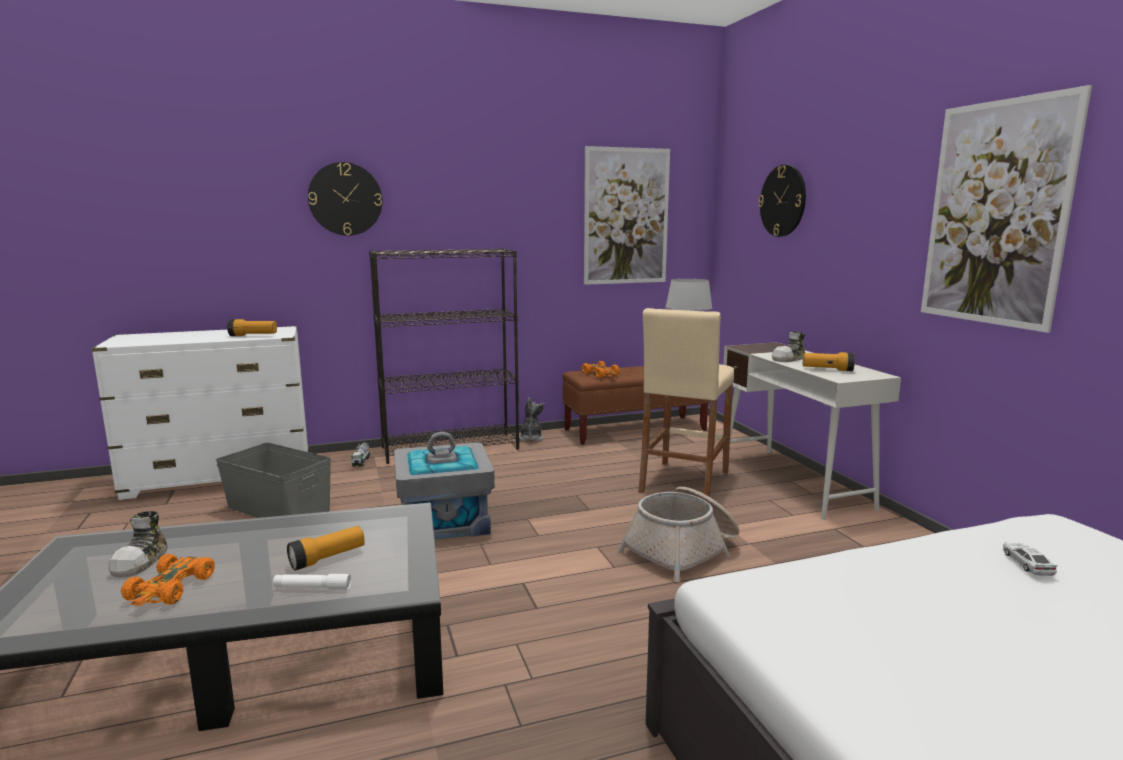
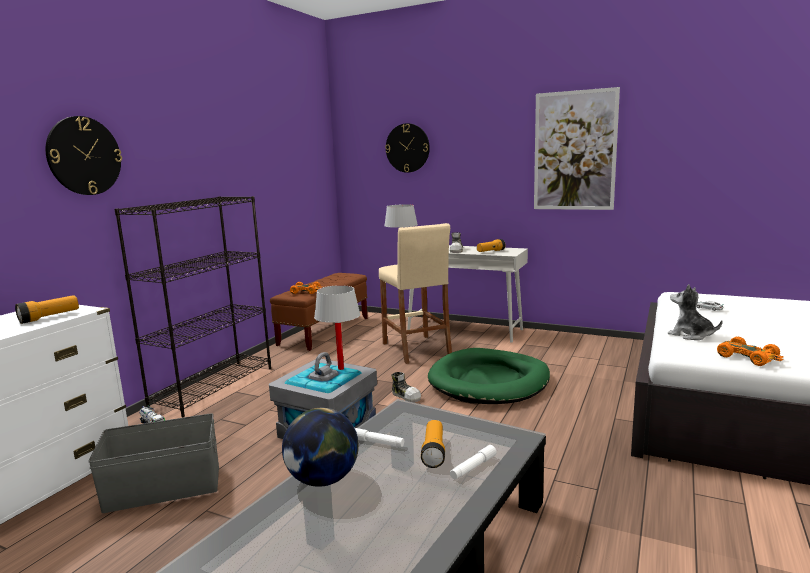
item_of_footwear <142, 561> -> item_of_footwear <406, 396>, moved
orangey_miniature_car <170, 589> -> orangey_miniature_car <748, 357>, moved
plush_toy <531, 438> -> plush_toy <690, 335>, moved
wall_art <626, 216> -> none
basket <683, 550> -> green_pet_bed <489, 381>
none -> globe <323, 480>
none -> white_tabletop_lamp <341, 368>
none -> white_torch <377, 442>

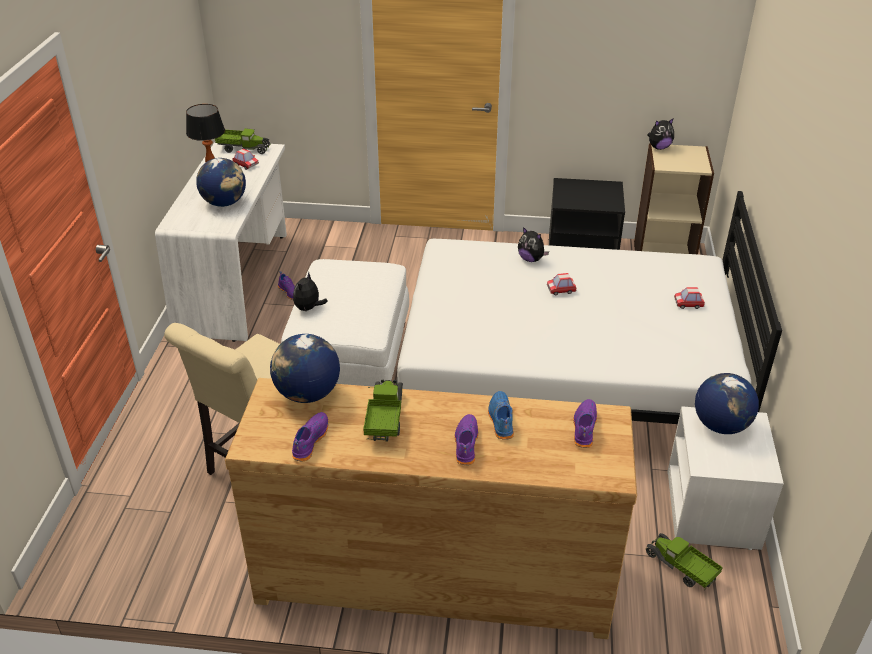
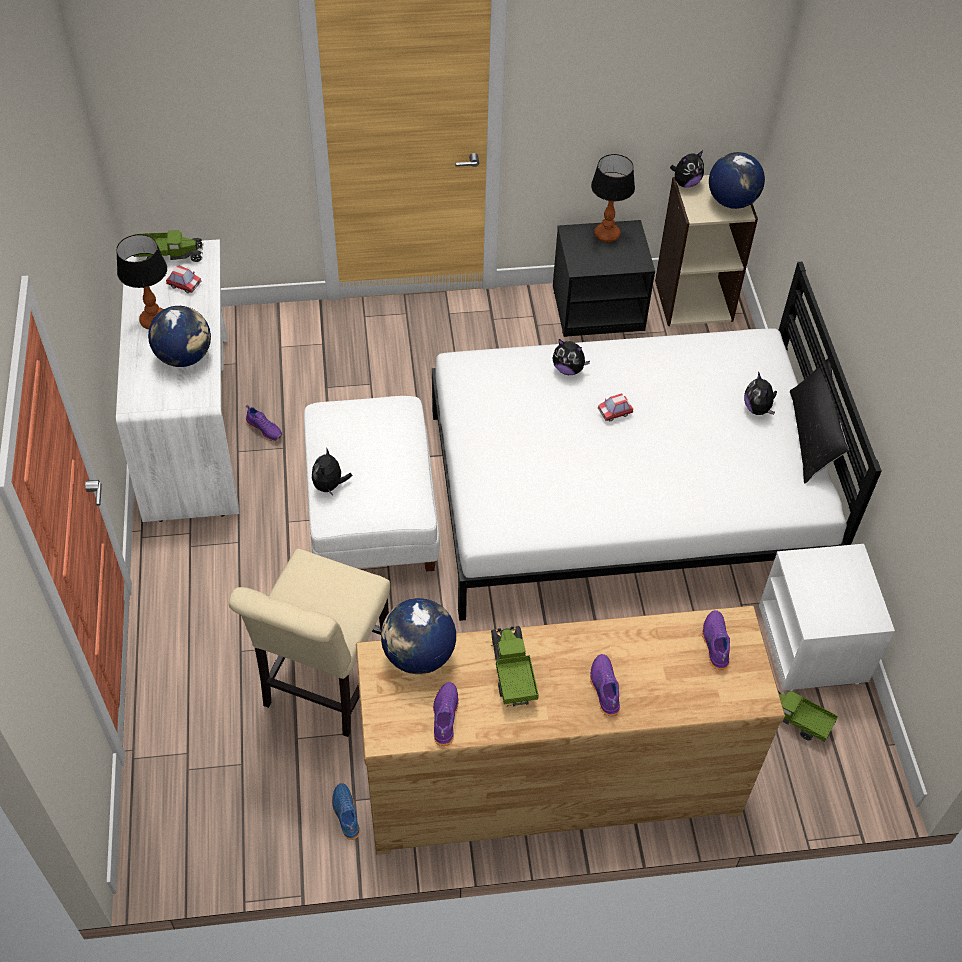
blue_item_of_footwear <500, 420> -> blue_item_of_footwear <345, 814>, moved
miniature_car <688, 304> -> plush_toy <758, 409>
globe <720, 425> -> globe <731, 201>, moved
none -> tabletop_lamp <607, 234>
none -> black_cushion <812, 436>

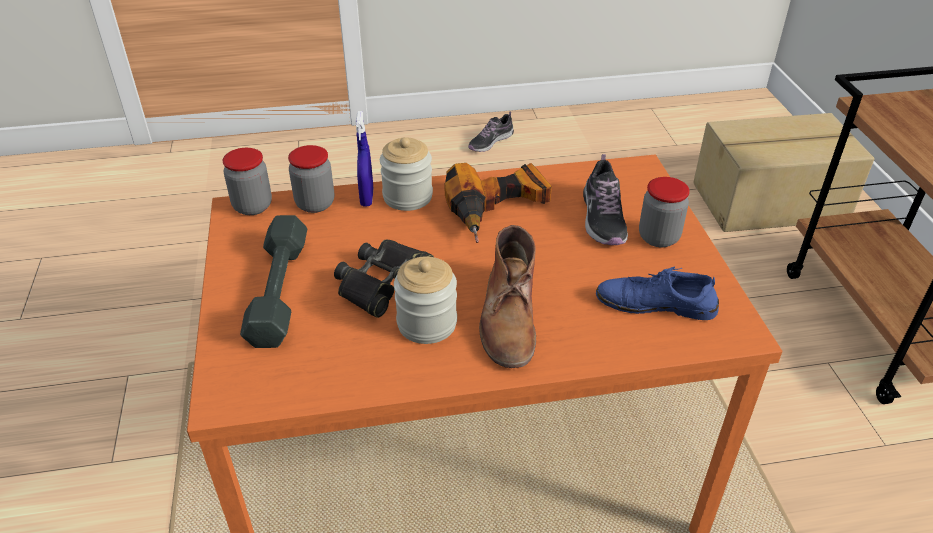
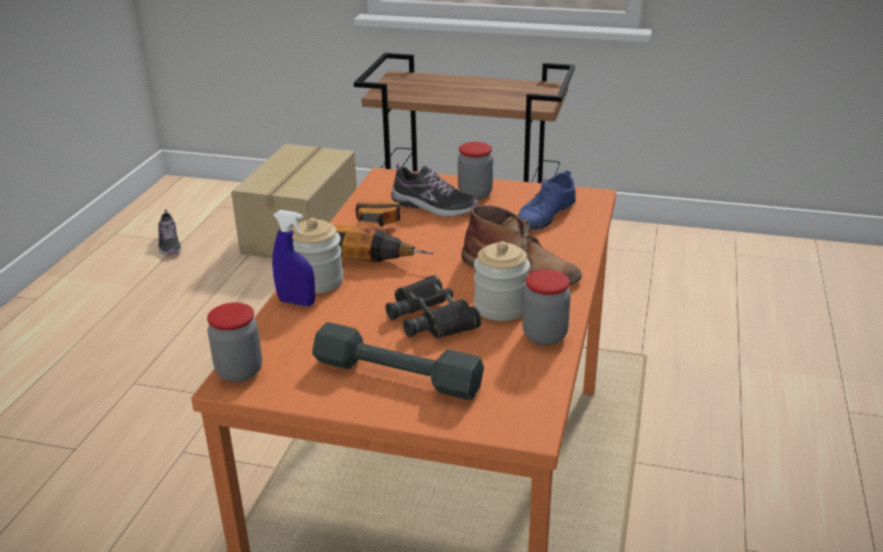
preserve_jar <315, 204> -> preserve_jar <544, 335>, moved
item_of_footwear <490, 142> -> item_of_footwear <169, 244>, moved

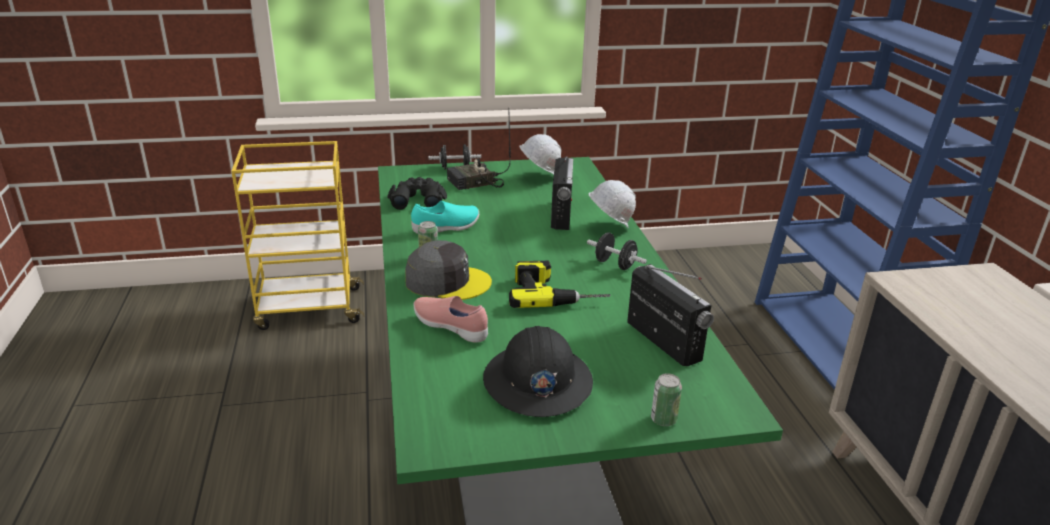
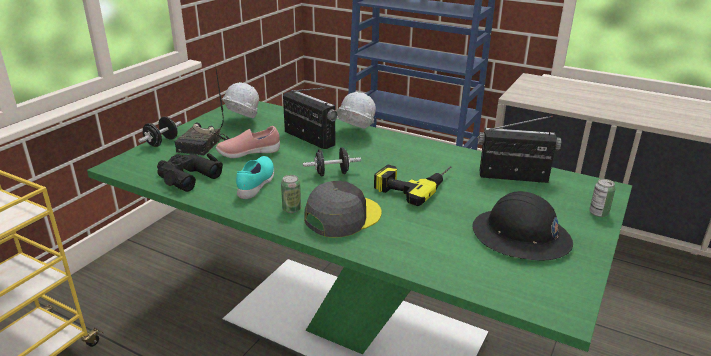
pinkish_item_of_footwear <451, 327> -> pinkish_item_of_footwear <248, 153>, moved
black_free_weight <615, 264> -> black_free_weight <332, 173>, moved

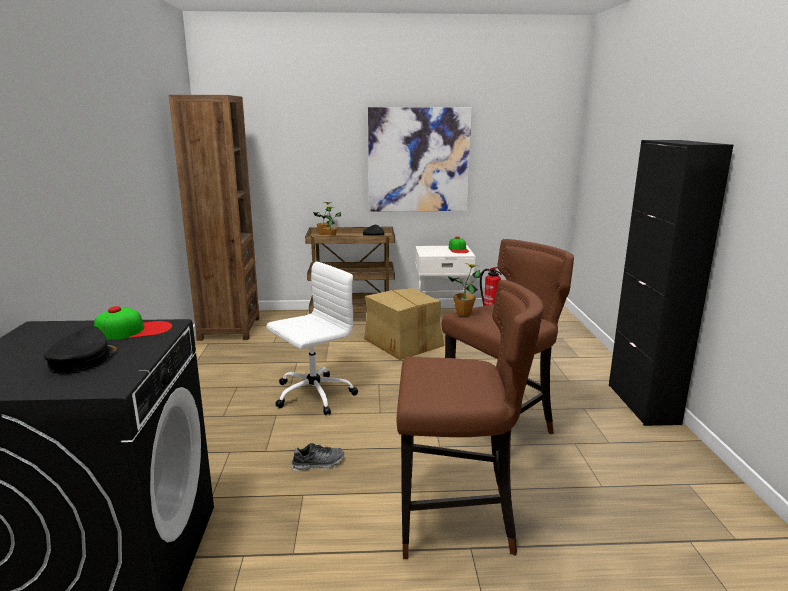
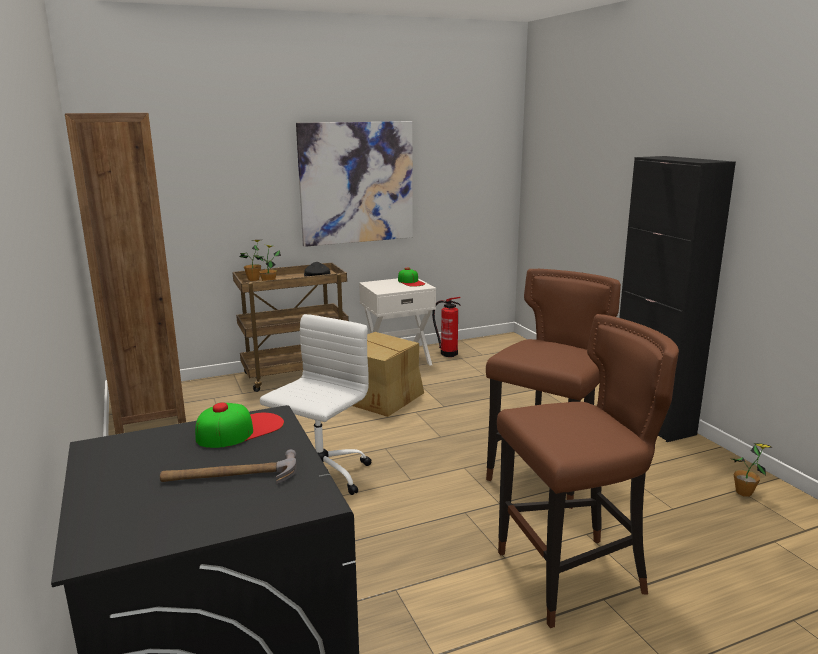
black_cap <83, 359> -> tool_hammer <229, 476>
item_of_footwear <318, 464> -> none
potted_plant <463, 313> -> potted_plant <744, 492>, moved

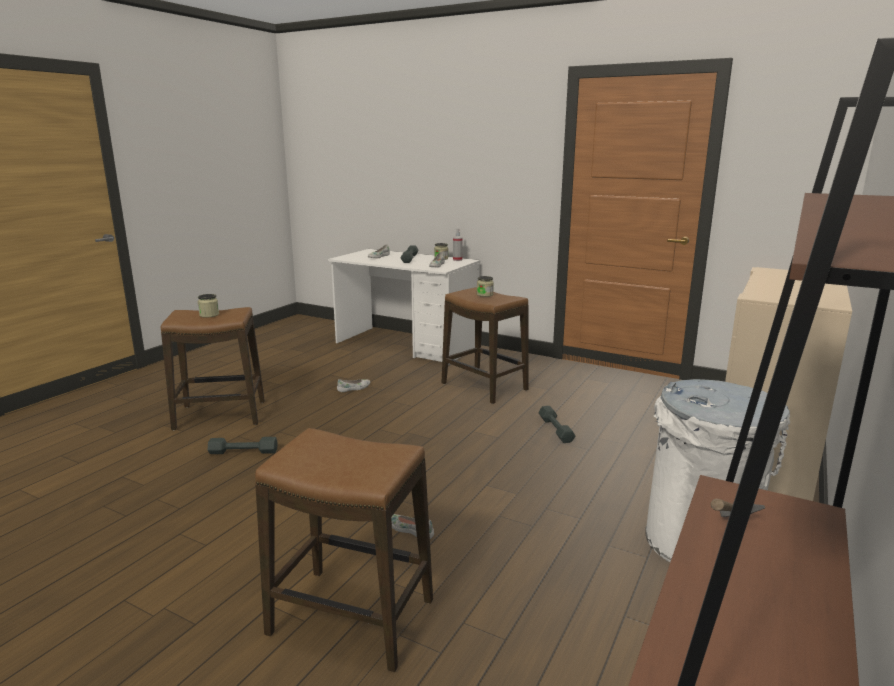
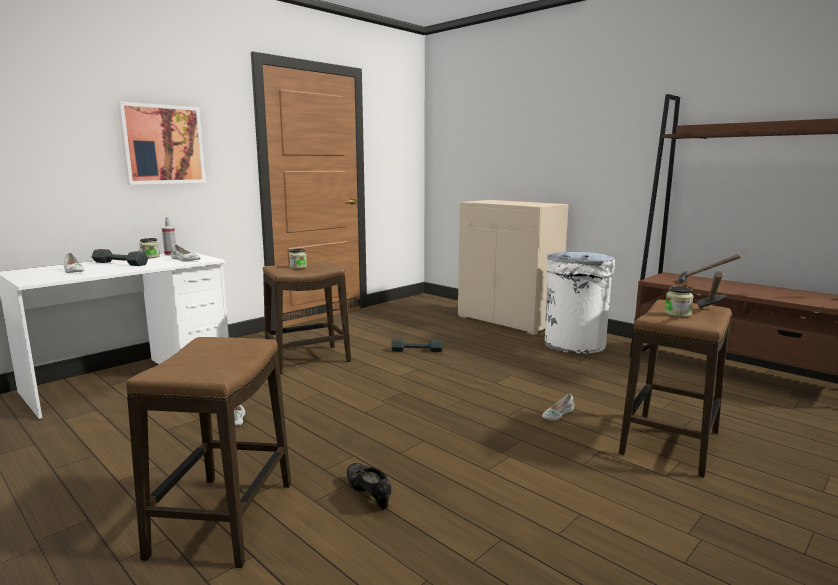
preserve_jar <209, 315> -> preserve_jar <677, 313>, moved
gray_free_weight <243, 452> -> black_item_of_footwear <369, 495>
none -> wall_art <163, 144>
none -> tool_hammer <711, 315>

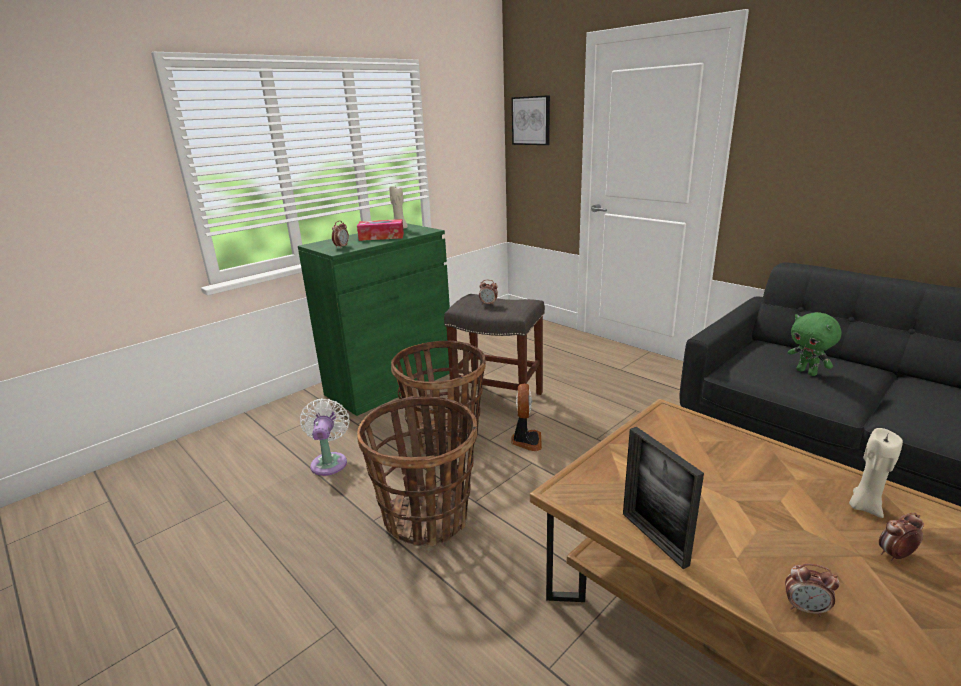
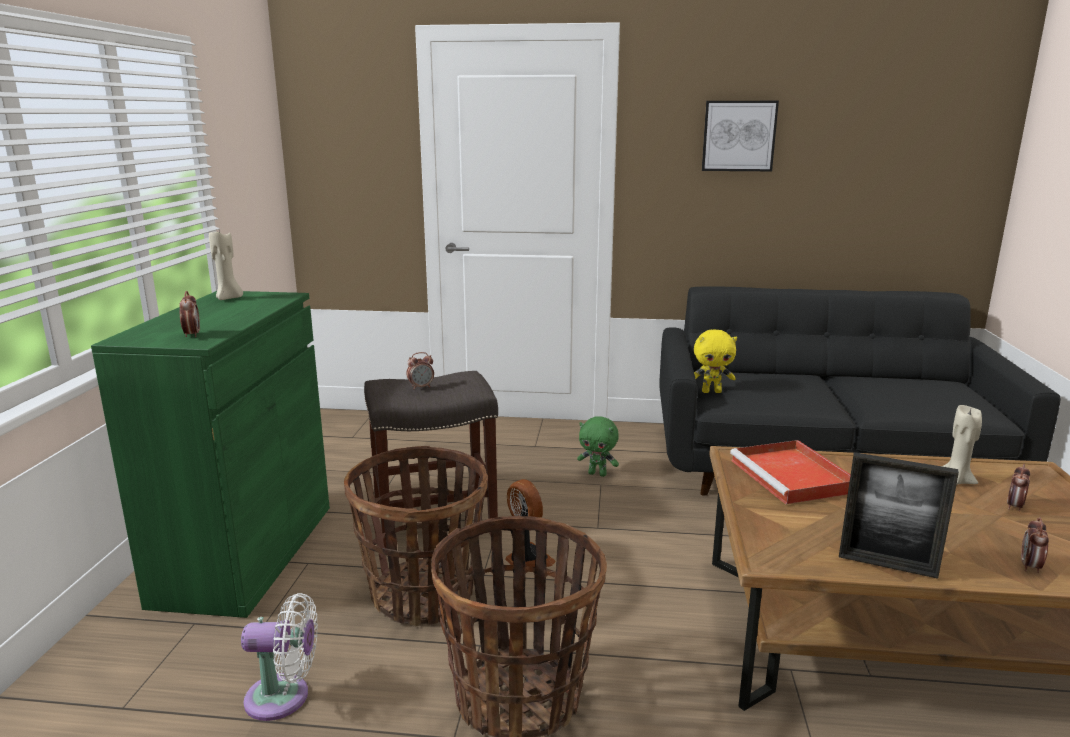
white_electric_fan <329, 461> -> white_electric_fan <284, 697>, 135 degrees clockwise
box_of_tissues <381, 237> -> none
wall_art <531, 120> -> wall_art <738, 136>, moved
alarm_clock <805, 608> -> alarm_clock <1030, 567>, 135 degrees clockwise
green_plush_toy <807, 372> -> green_plush_toy <598, 474>, moved
none -> yellowish_plush_toy <711, 391>
none -> red_tray <793, 477>

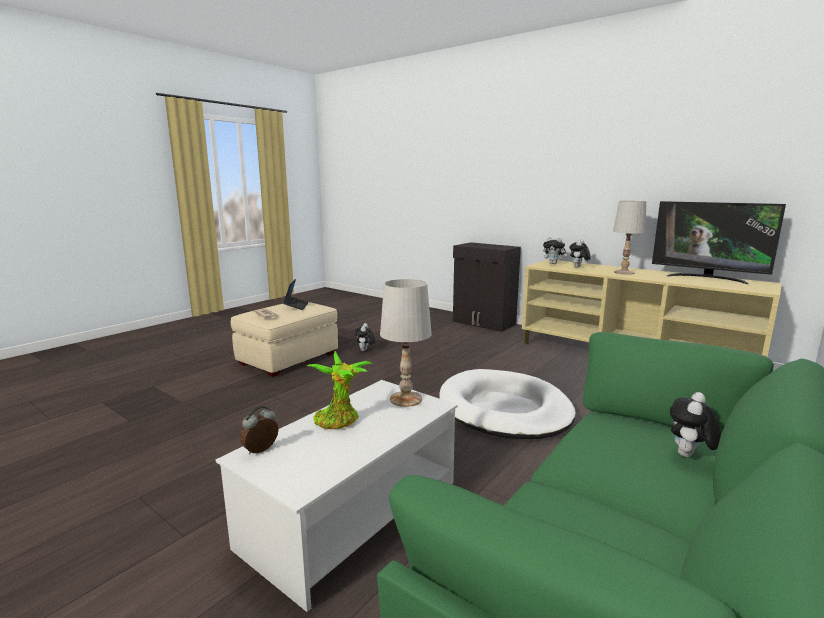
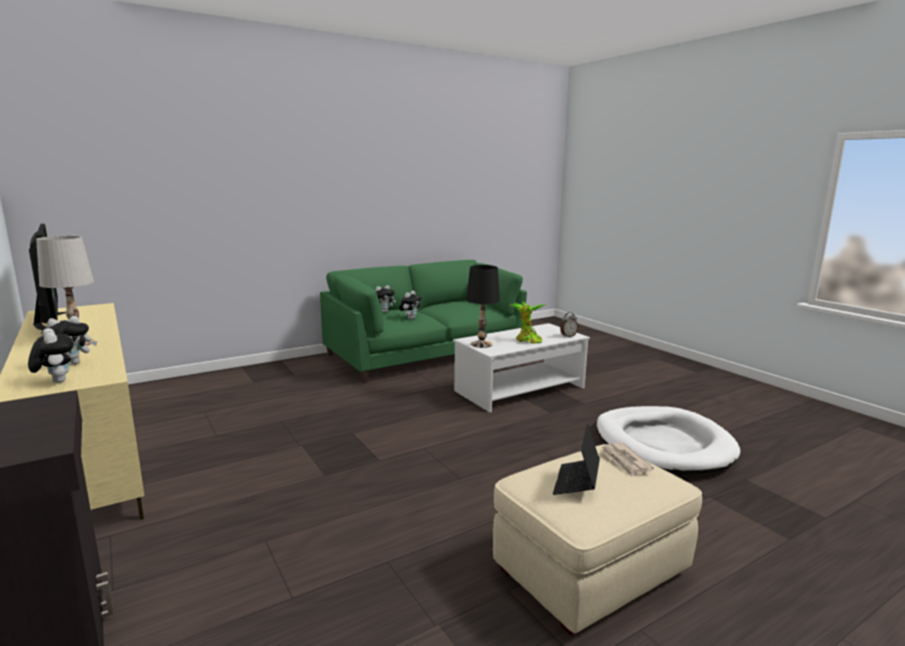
plush_toy <365, 350> -> plush_toy <410, 318>, moved
white_tabletop_lamp <406, 399> -> black_tabletop_lamp <481, 344>
white_pet_bed <504, 409> -> white_pet_bed <662, 444>, moved

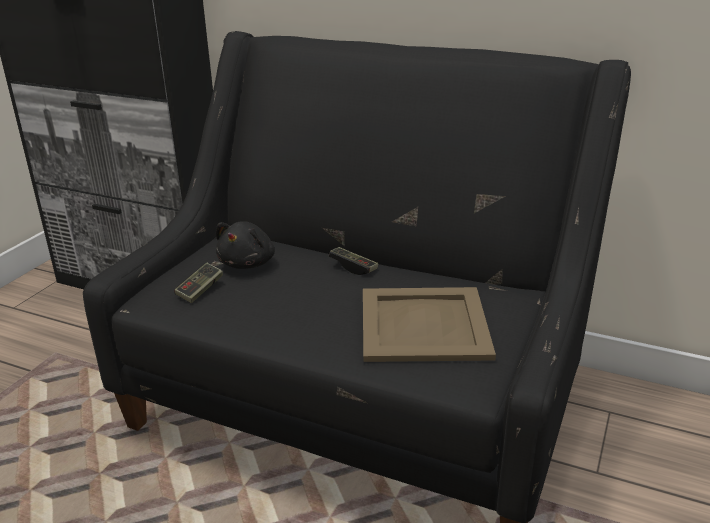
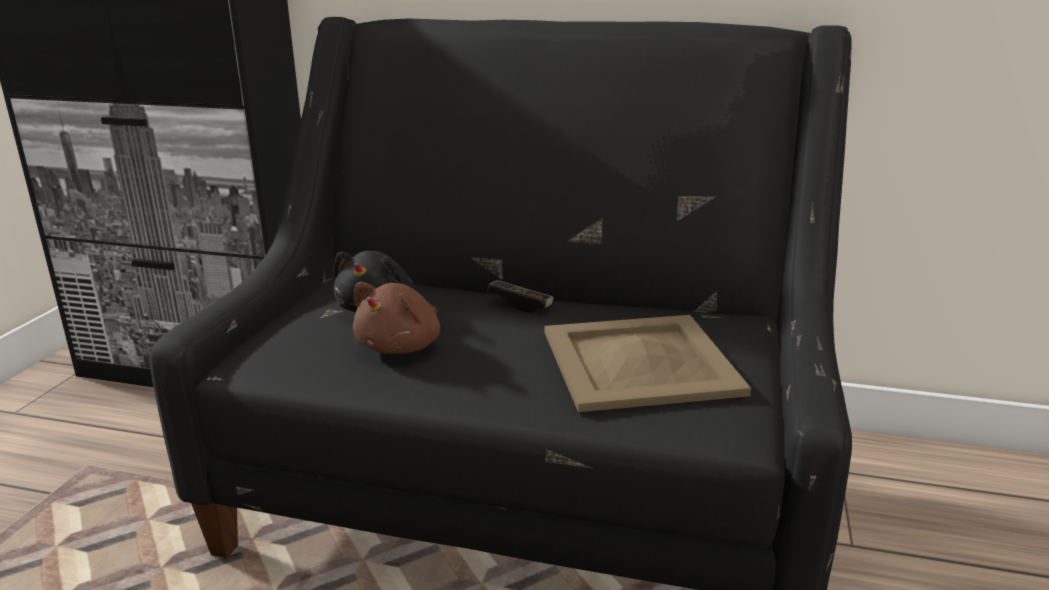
joypad <200, 290> -> none
none -> brown_plush_toy <402, 346>

